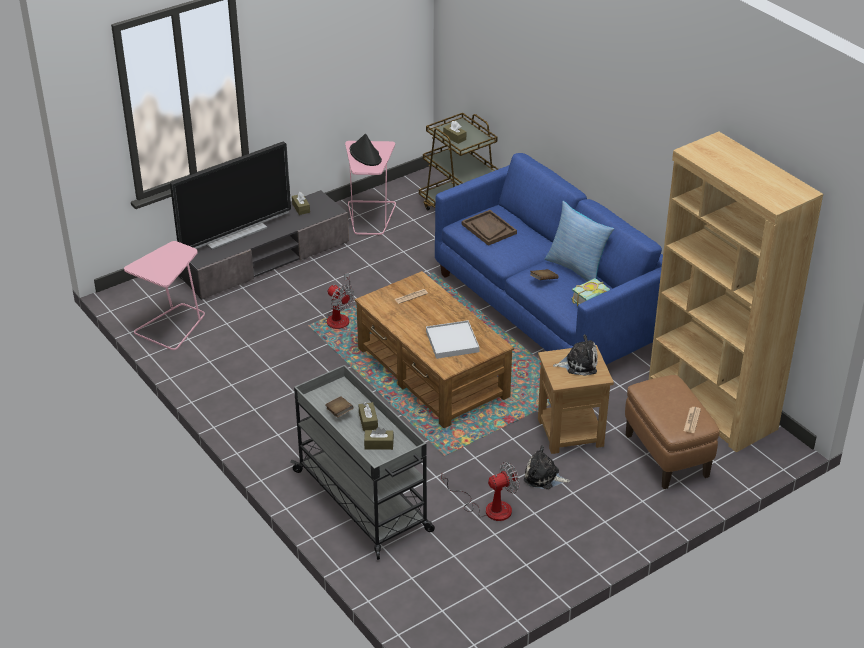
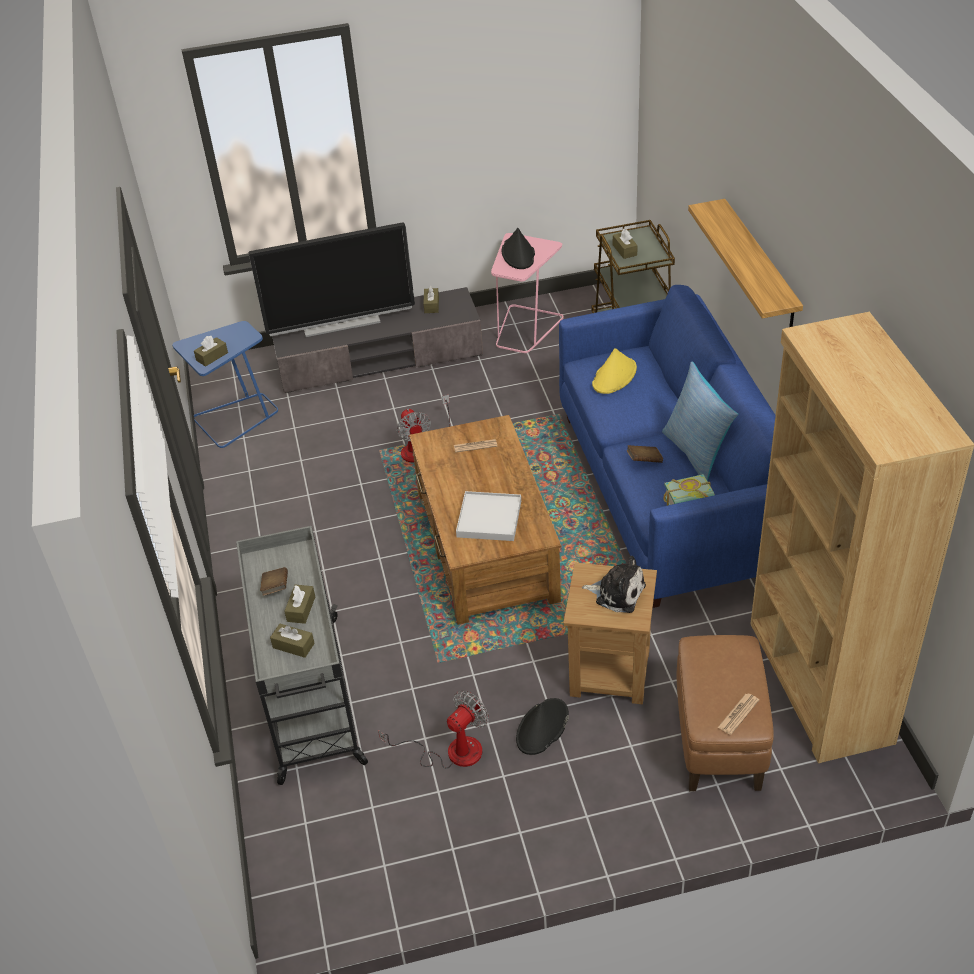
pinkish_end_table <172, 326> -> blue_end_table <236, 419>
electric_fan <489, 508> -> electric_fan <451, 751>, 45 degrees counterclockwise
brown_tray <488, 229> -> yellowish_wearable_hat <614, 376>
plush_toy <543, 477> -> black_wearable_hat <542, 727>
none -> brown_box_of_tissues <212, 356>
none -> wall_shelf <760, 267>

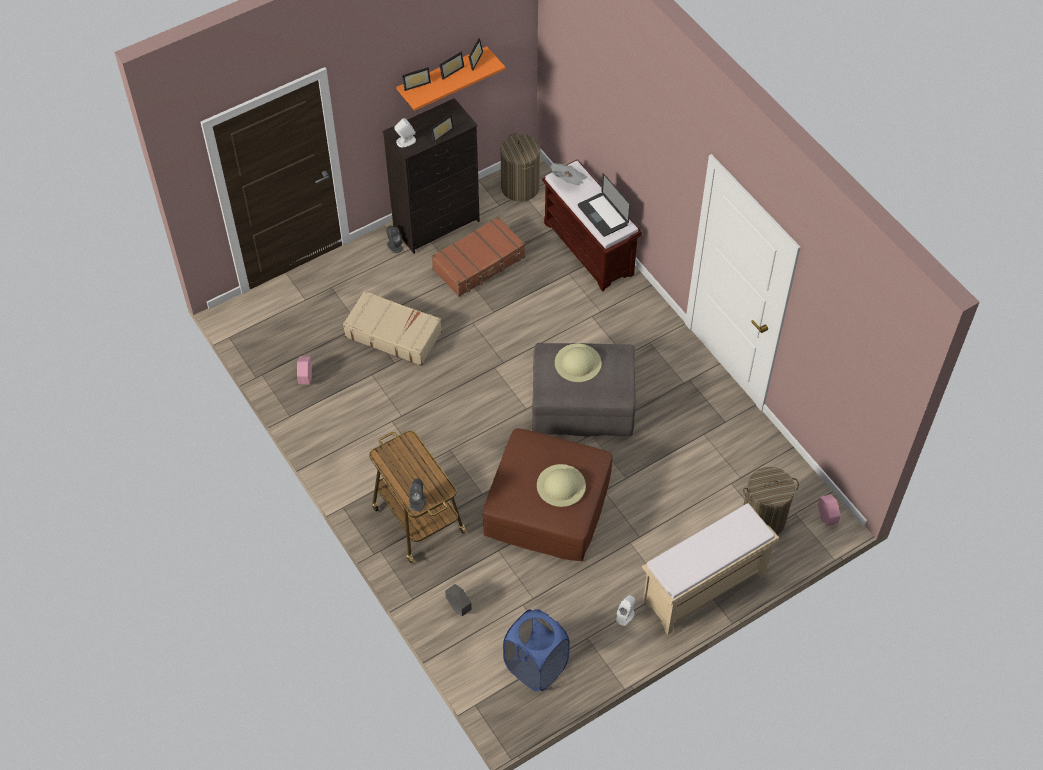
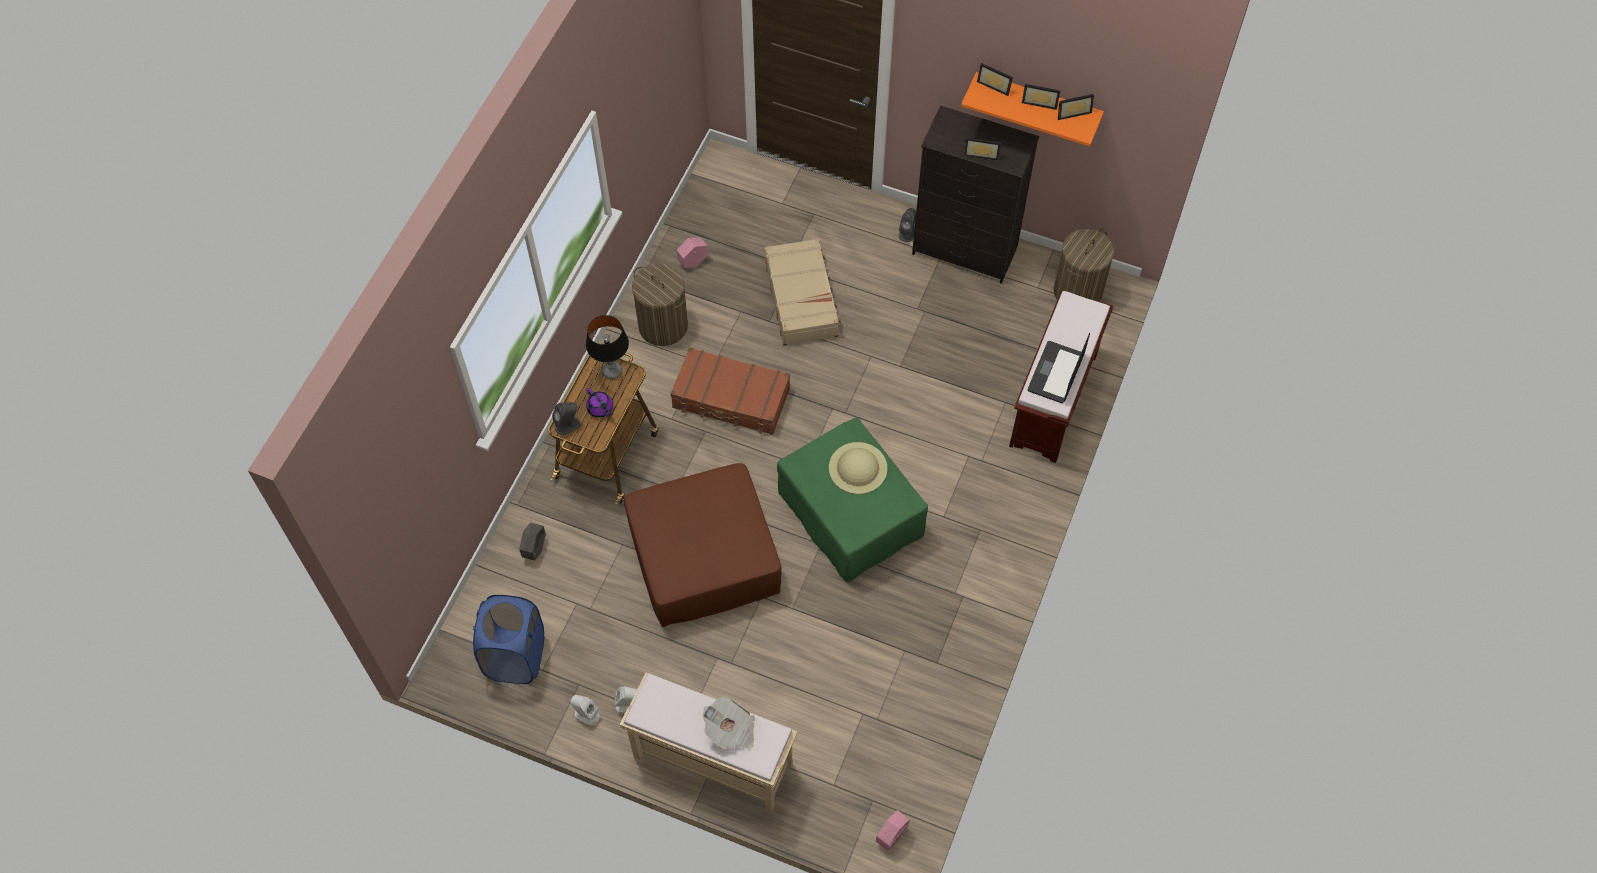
white_loudspeaker <405, 141> -> white_loudspeaker <586, 714>, moved
brown_travel_case <479, 263> -> brown_travel_case <731, 399>, moved
gray_pouffe <582, 405> -> green_pouffe <849, 514>
beige_wearable_hat <561, 485> -> none
daily_paper <569, 180> -> daily_paper <731, 730>, moved
washing_basket <763, 519> -> washing_basket <663, 326>, moved
none -> tabletop_lamp <612, 371>
none -> purple_pot_for_tea <600, 408>

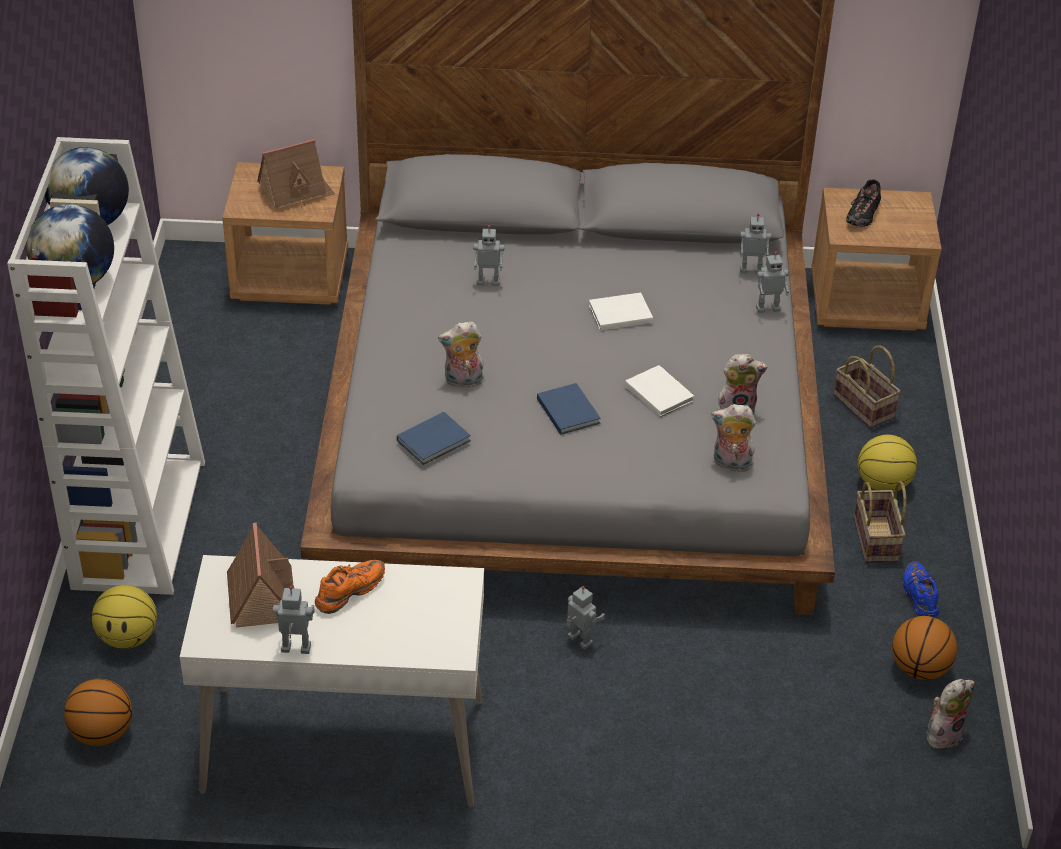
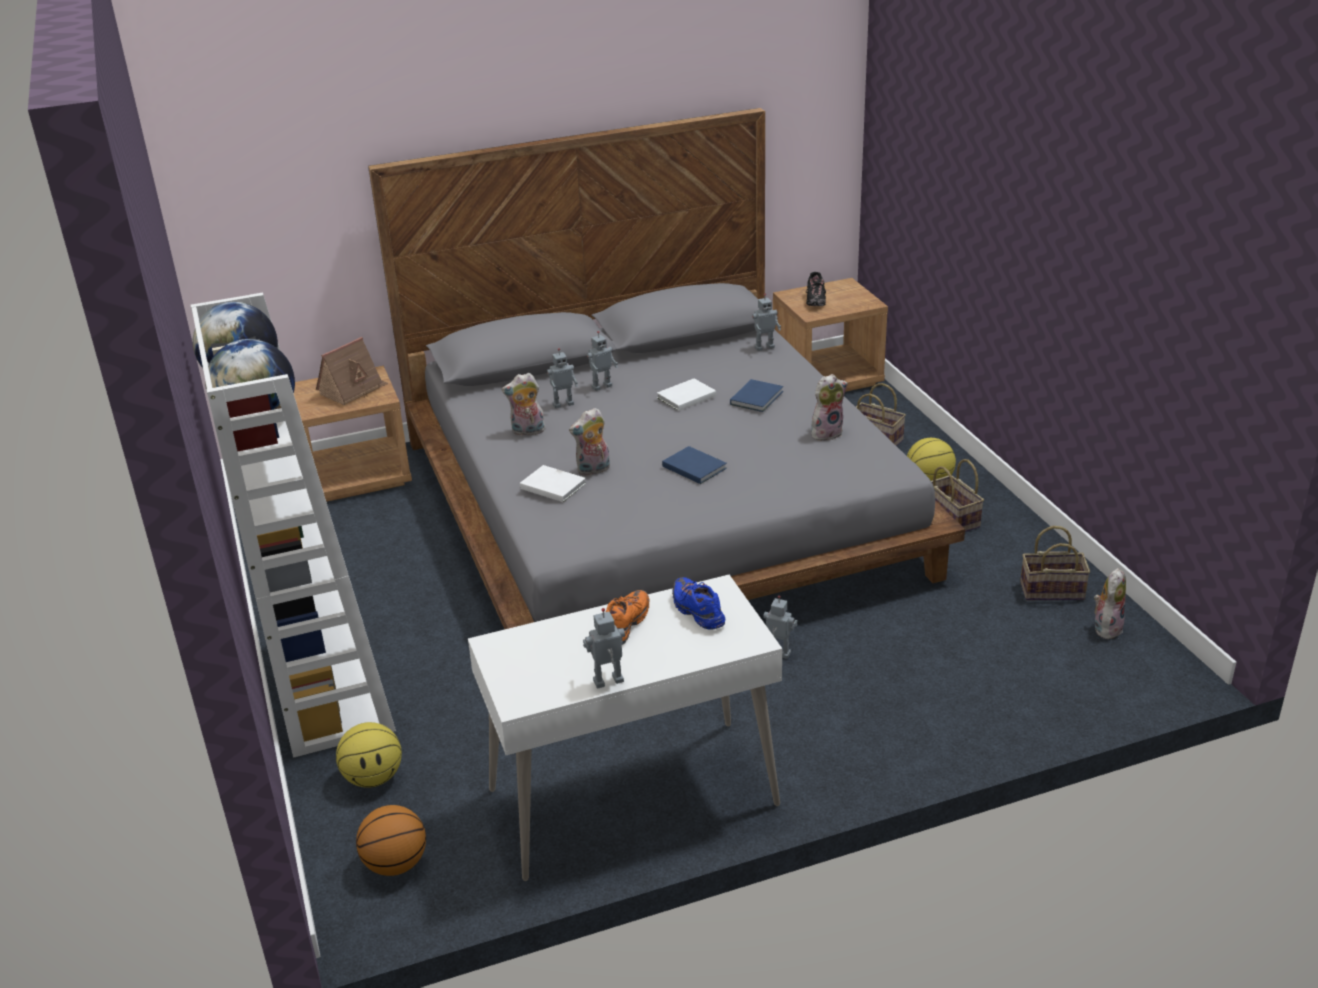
miniature_house <261, 596> -> none
blue_volume <435, 440> -> blue_volume <758, 397>, moved
white_volume <658, 392> -> white_volume <552, 485>, moved
plush_toy <731, 464> -> plush_toy <527, 432>, moved
model_robot <767, 308> -> model_robot <601, 386>, moved
basketball <920, 668> -> basket <1053, 590>
blue_item_of_footwear <919, 597> -> blue_item_of_footwear <697, 611>, moved

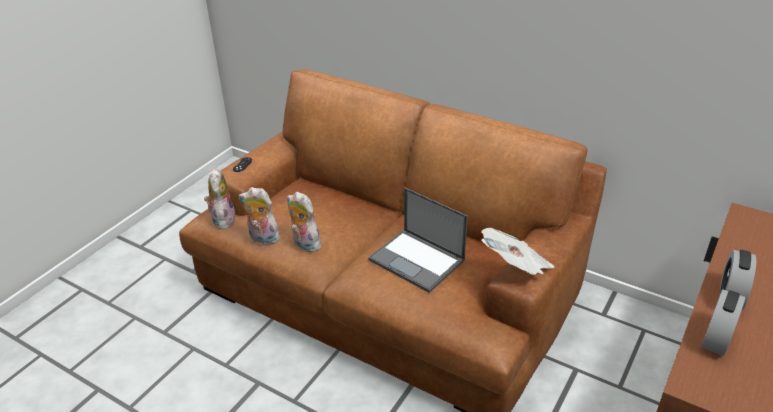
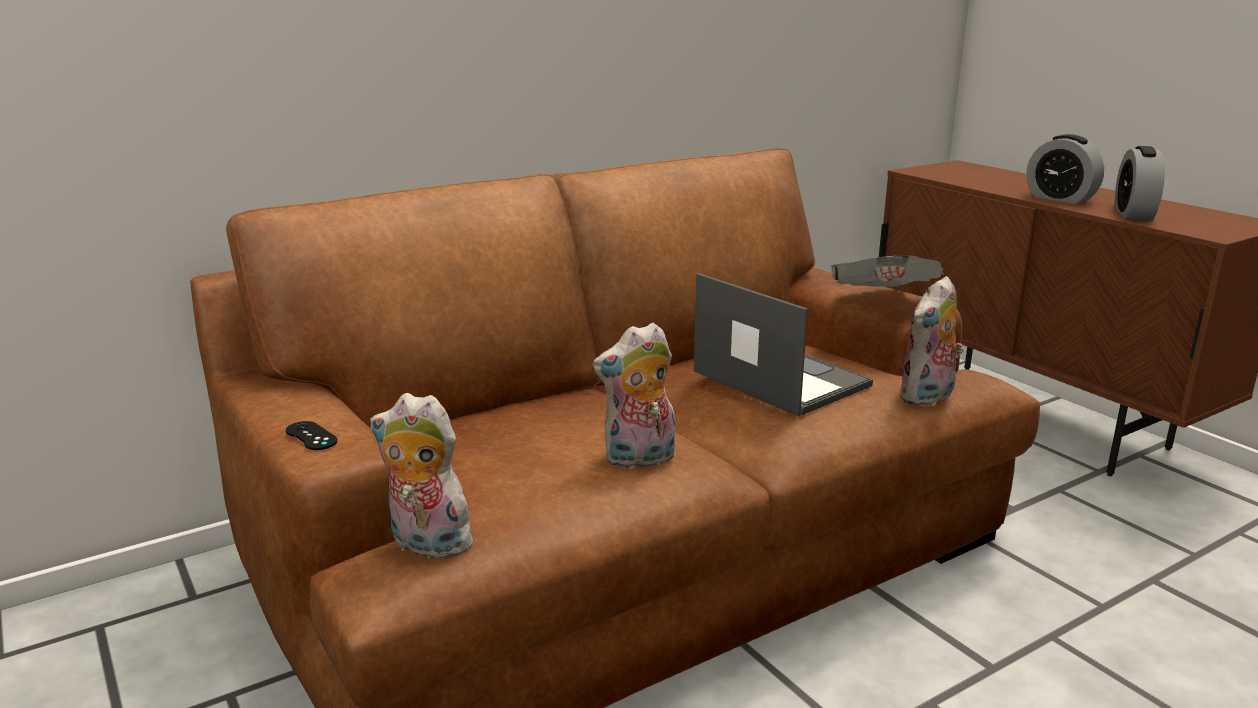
plush_toy <262, 239> -> plush_toy <928, 398>, moved
portable_computer <418, 260> -> portable_computer <778, 378>, 105 degrees counterclockwise
alarm_clock <716, 339> -> alarm_clock <1133, 214>, 45 degrees clockwise

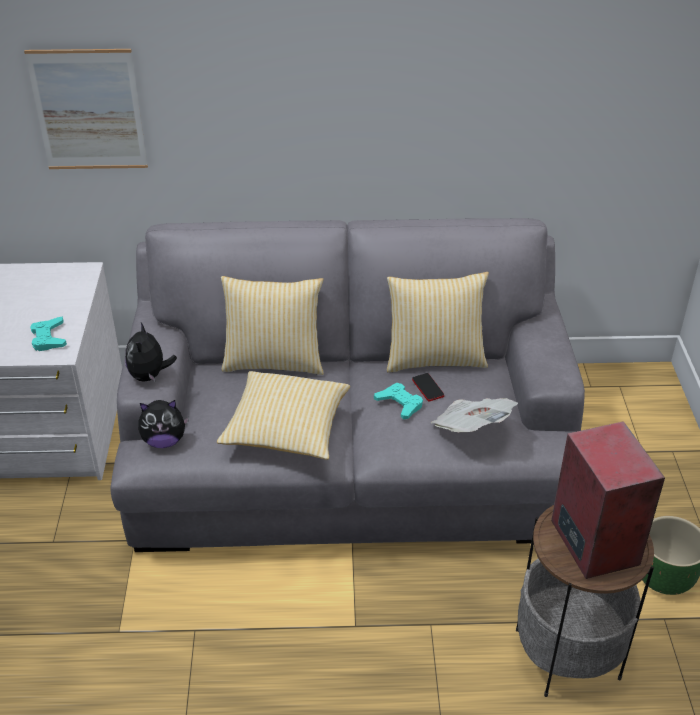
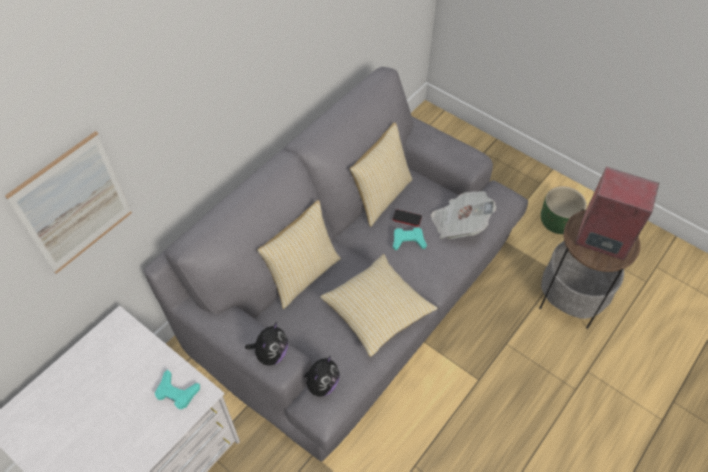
plush_toy <150, 376> -> plush_toy <271, 353>, 105 degrees counterclockwise

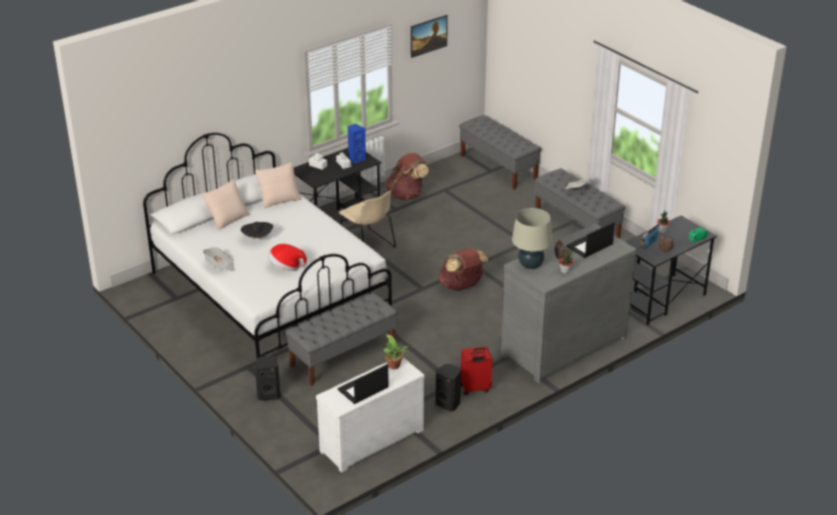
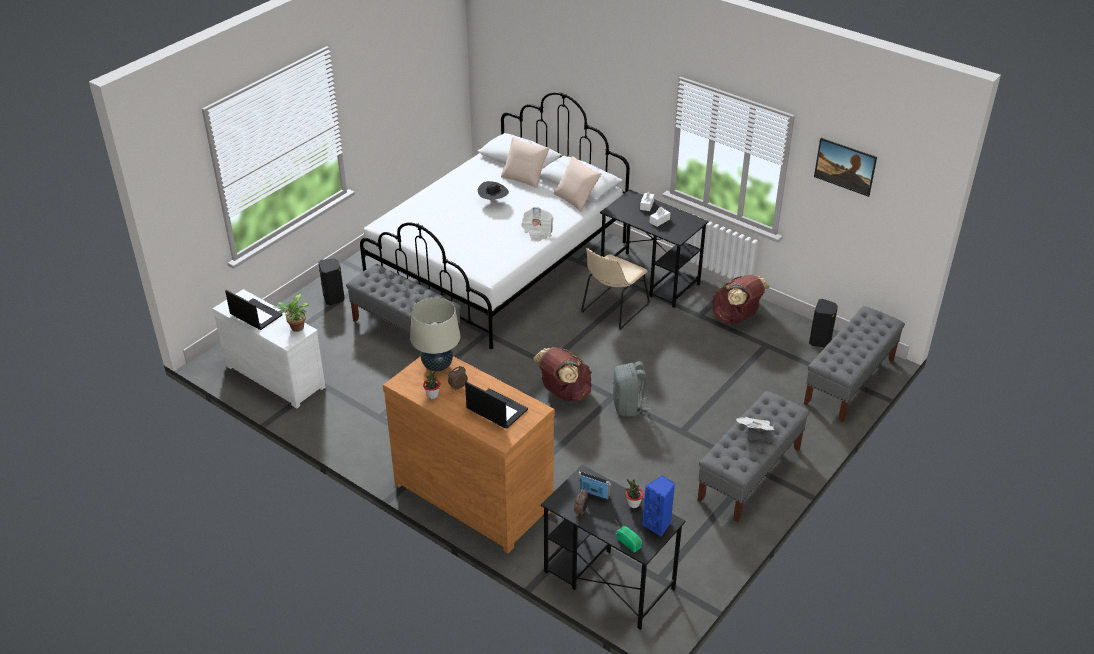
daily_paper <220, 267> -> daily_paper <537, 232>, moved
wearable_hat <286, 267> -> none
blue_loudspeaker <356, 159> -> blue_loudspeaker <658, 525>, moved
black_loudspeaker <448, 403> -> black_loudspeaker <820, 341>, moved
red_travel_case <475, 389> -> none
gray_chest_of_drawers <562, 345> -> brown_chest_of_drawers <474, 494>
none -> gray_backpack <628, 406>

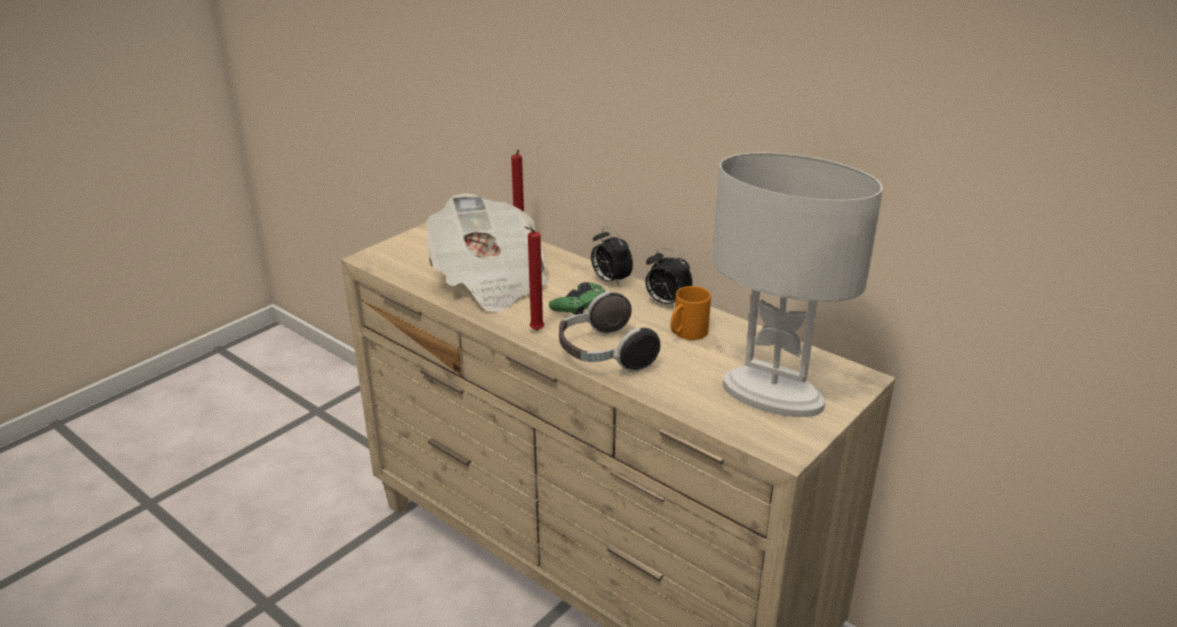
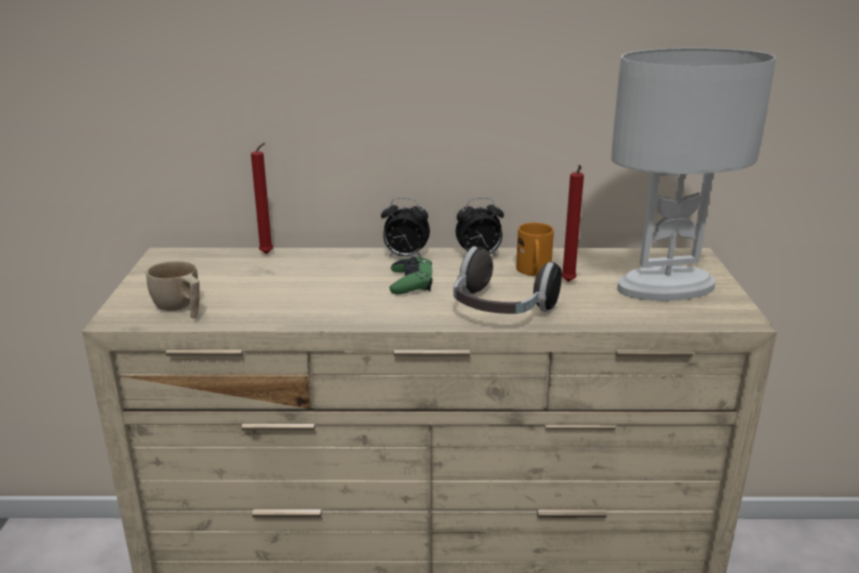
daily_paper <489, 281> -> none
red_candle <535, 331> -> red_candle <568, 283>, moved
none -> beige_small_cup <180, 309>

